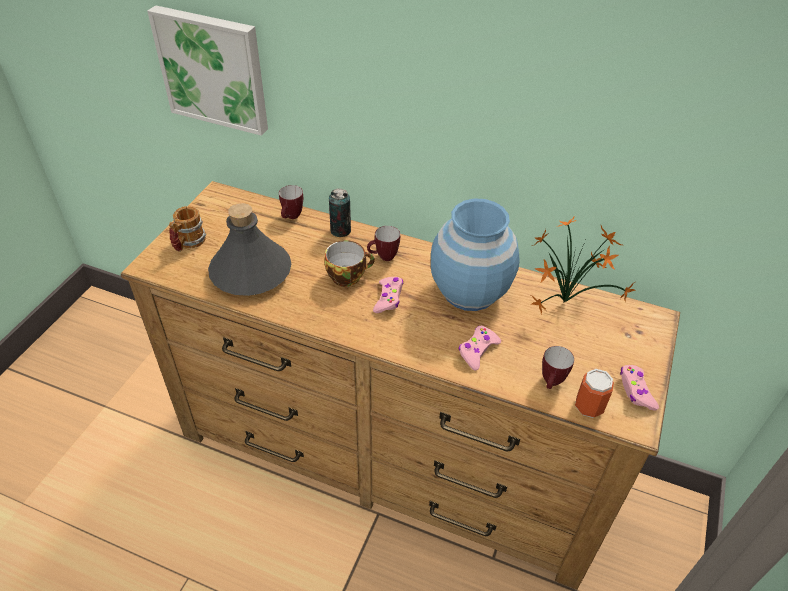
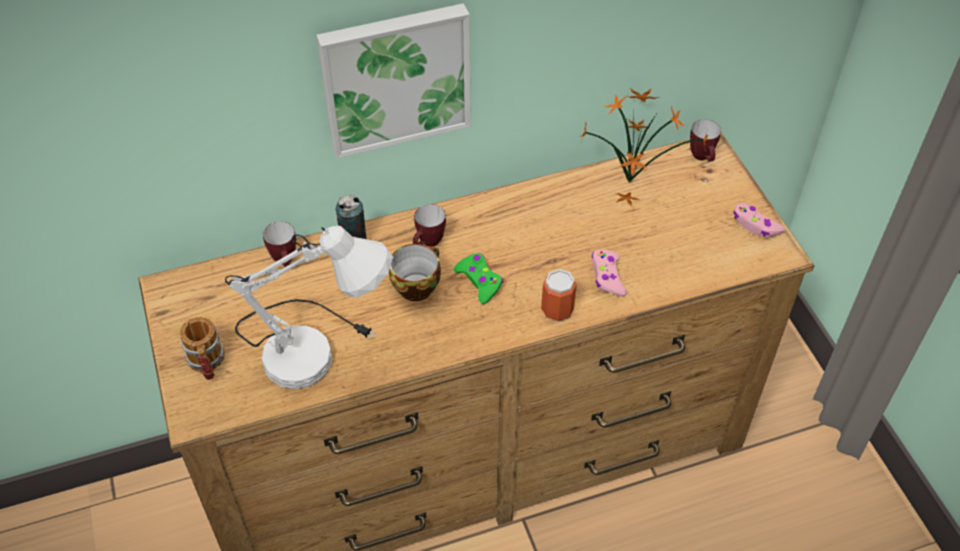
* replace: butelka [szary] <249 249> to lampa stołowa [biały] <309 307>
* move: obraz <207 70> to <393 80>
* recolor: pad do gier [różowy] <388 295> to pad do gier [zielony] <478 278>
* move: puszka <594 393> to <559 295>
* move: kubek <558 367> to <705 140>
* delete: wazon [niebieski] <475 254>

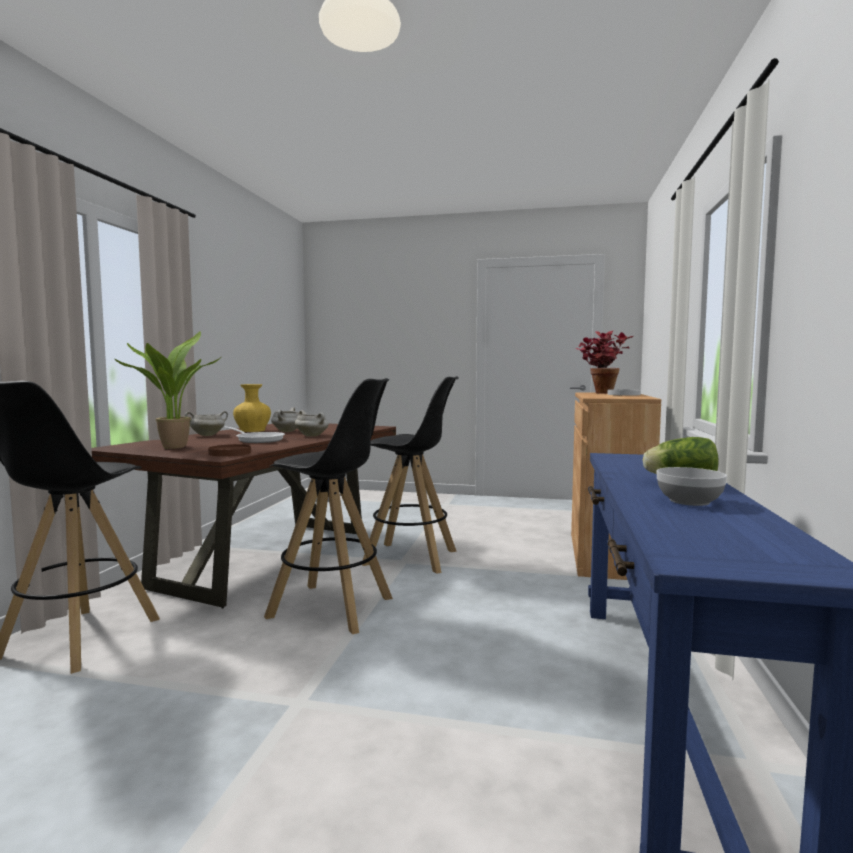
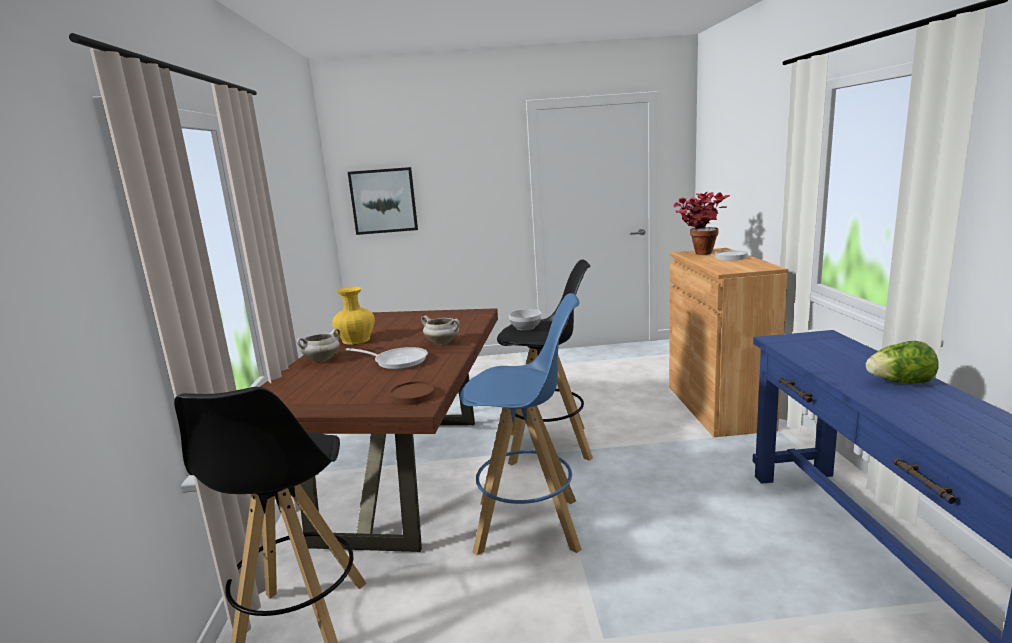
* insert: obraz <383 201>
* recolor: stołek [czarny] <328 506> to stołek [niebieski] <521 424>
* move: miska <692 486> to <525 319>
* delete: roślina doniczkowa <168 390>
* delete: garnek [biały] <285 419>

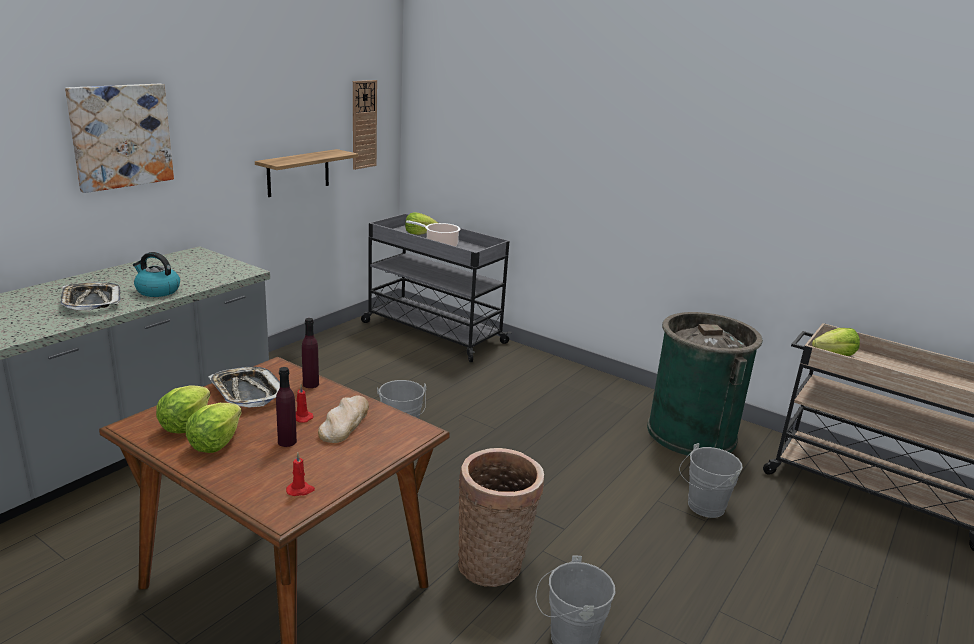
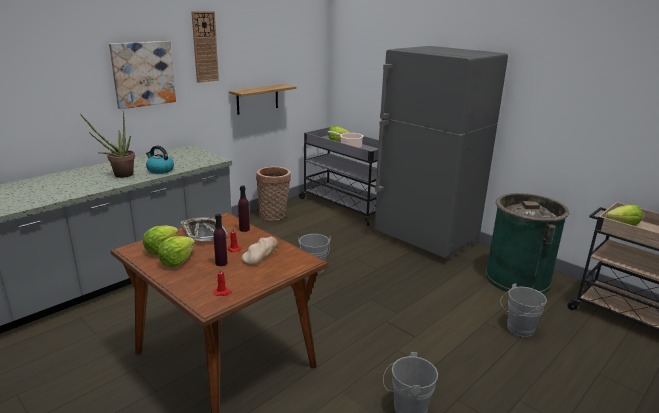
* replace: taca <90 296> to roślina doniczkowa <108 144>
* move: zegar ścienny <365 125> to <205 47>
* move: koszyk <501 517> to <273 193>
* insert: lodówka [szary] <441 152>

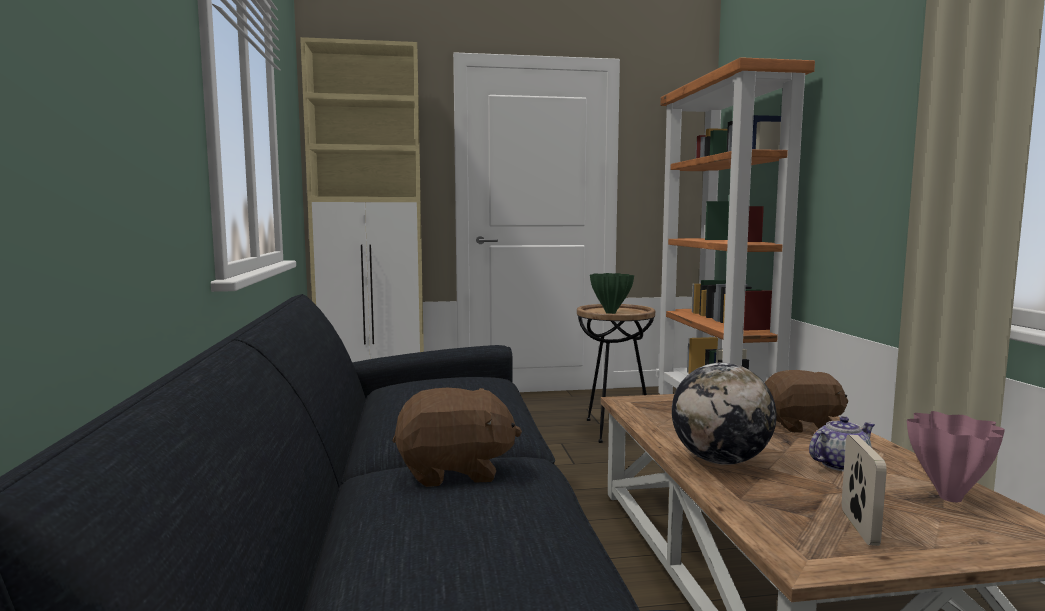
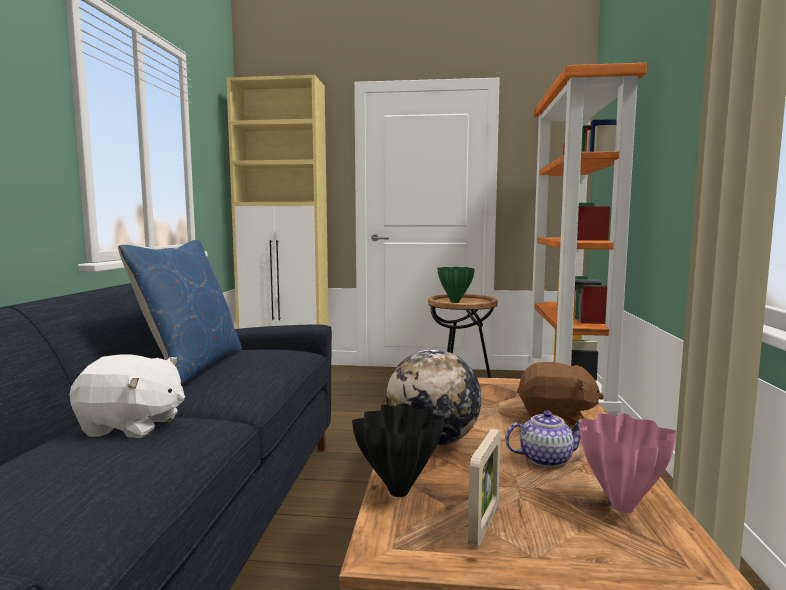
* recolor: pluszak [brązowy] <457 437> to pluszak [biały] <127 396>
* insert: poduszka [niebieski] <180 311>
* insert: wazon [czarny] <398 450>

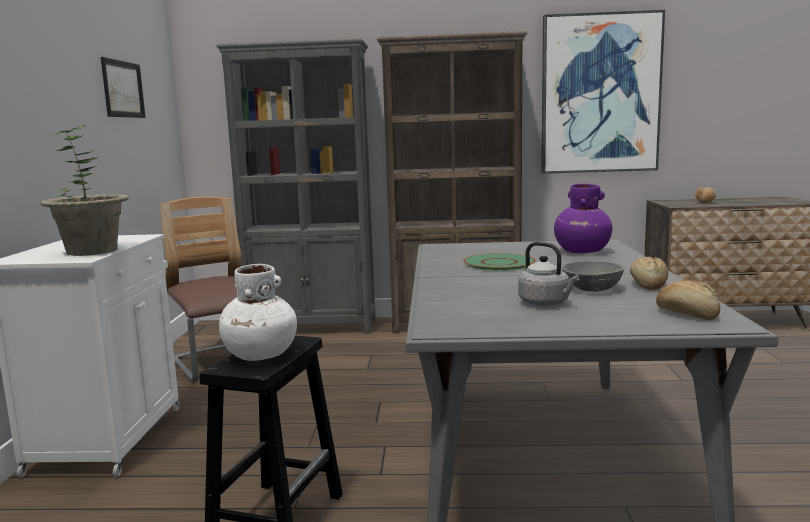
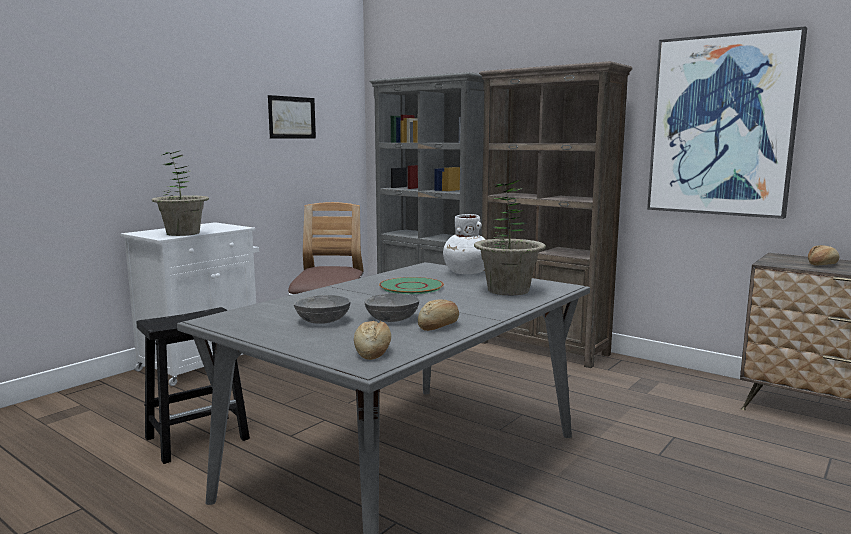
* replace: czajnik [szary] <548 274> to miska [szary] <322 309>
* move: wazon [biały] <258 312> to <464 244>
* replace: wazon [fioletowy] <583 218> to roślina doniczkowa <510 238>

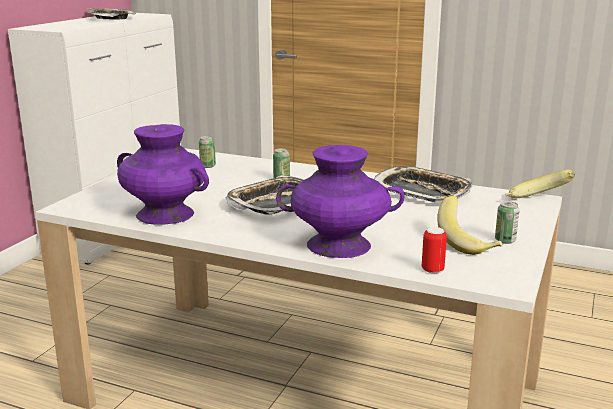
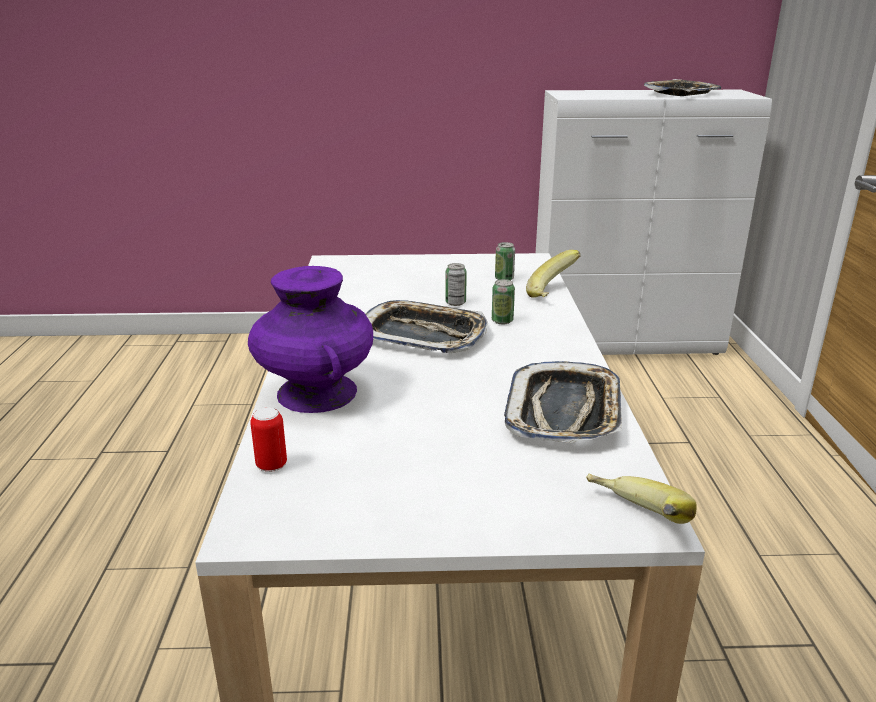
* move: puszka <507 222> to <456 284>
* move: banan <469 225> to <553 274>
* delete: wazon [fioletowy] <163 174>

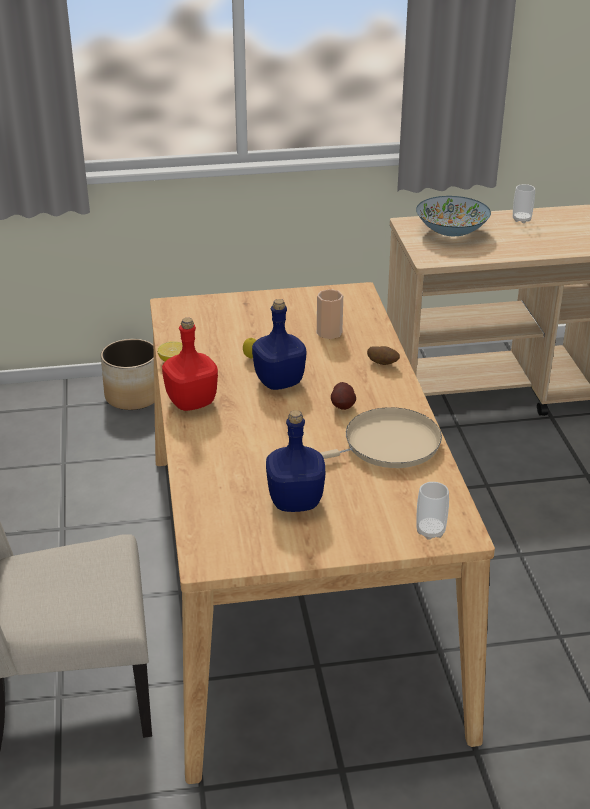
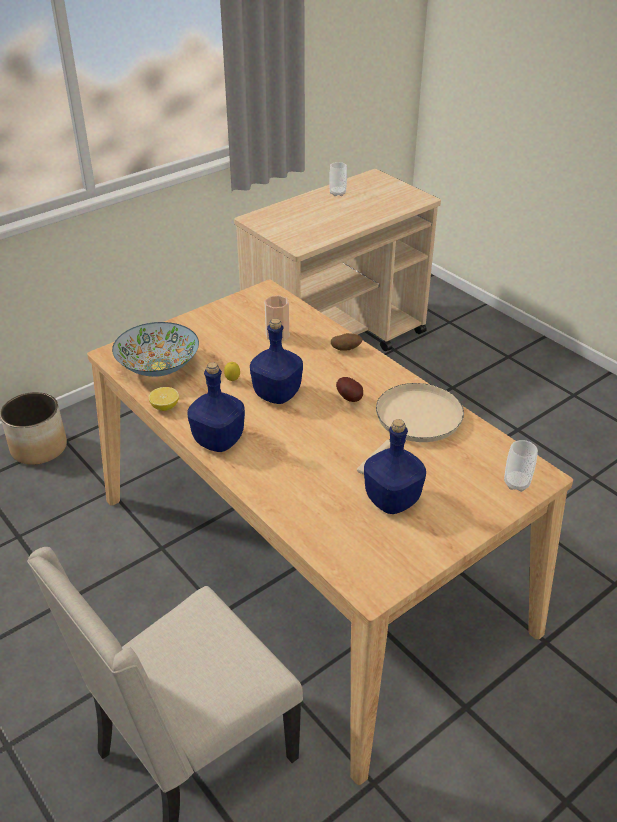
* move: miska <453 216> to <155 349>
* recolor: butelka [czerwony] <190 364> to butelka [niebieski] <216 407>

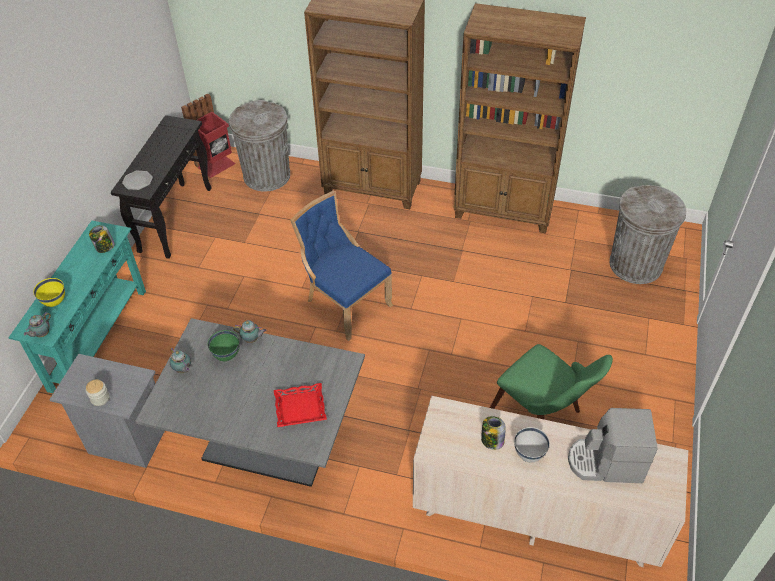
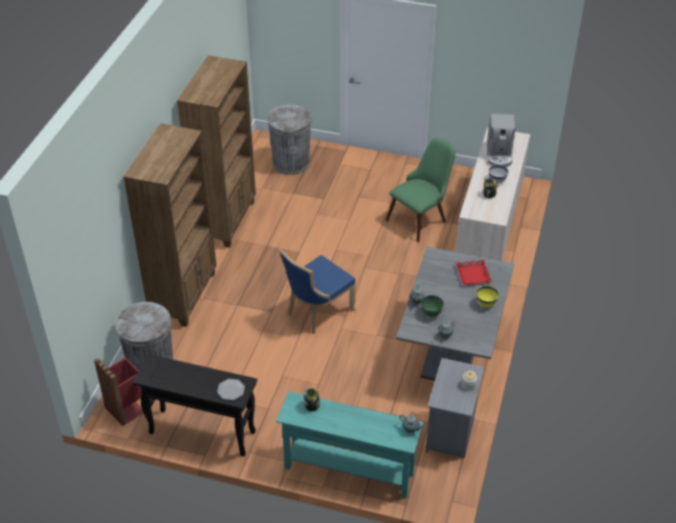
* move: miska [żółty] <49 292> to <487 296>

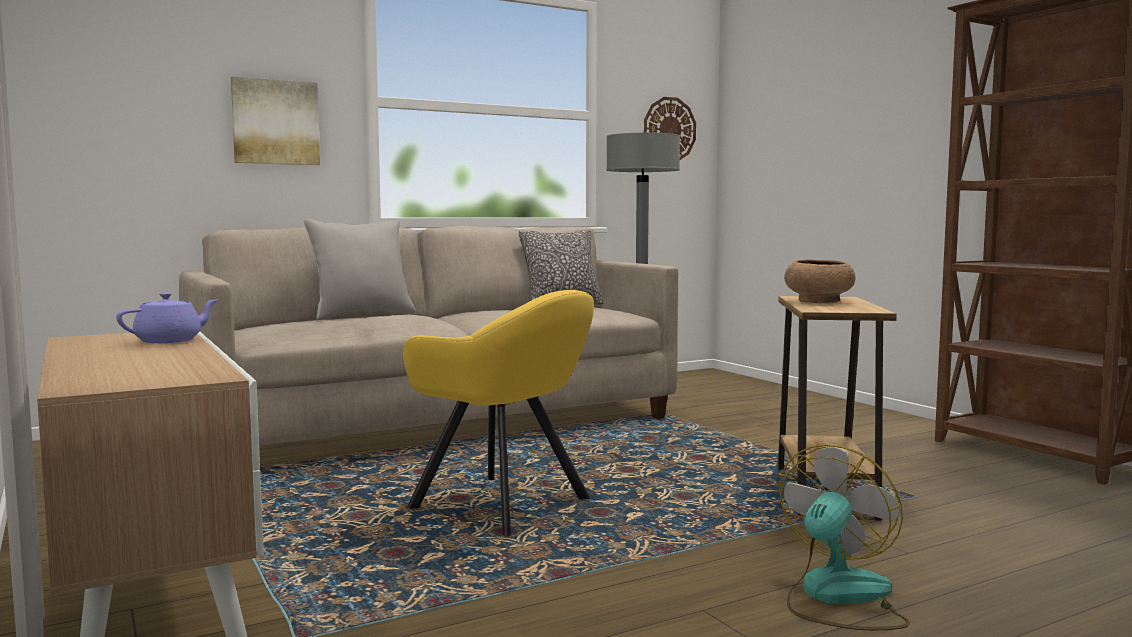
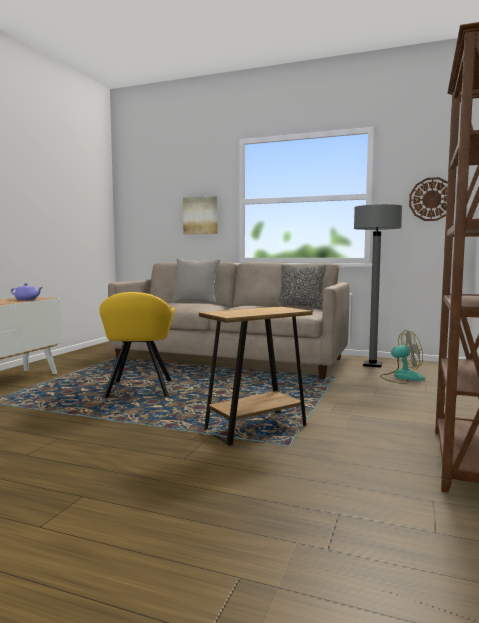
* move: wentylator <844 537> to <402 357>
* delete: miska [brązowy] <820 281>

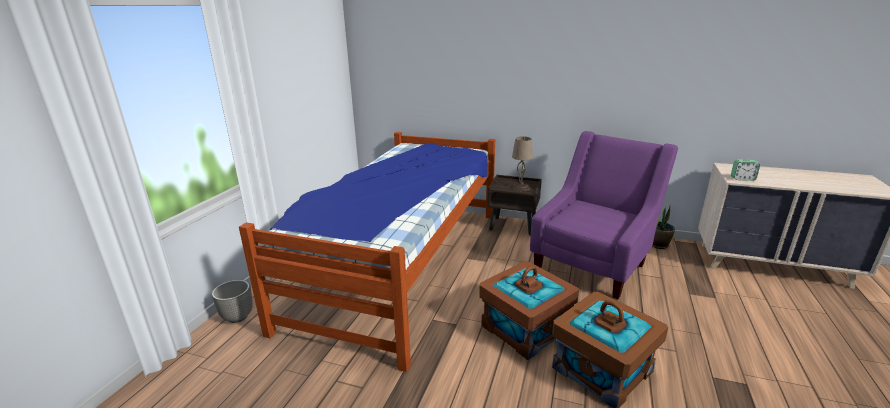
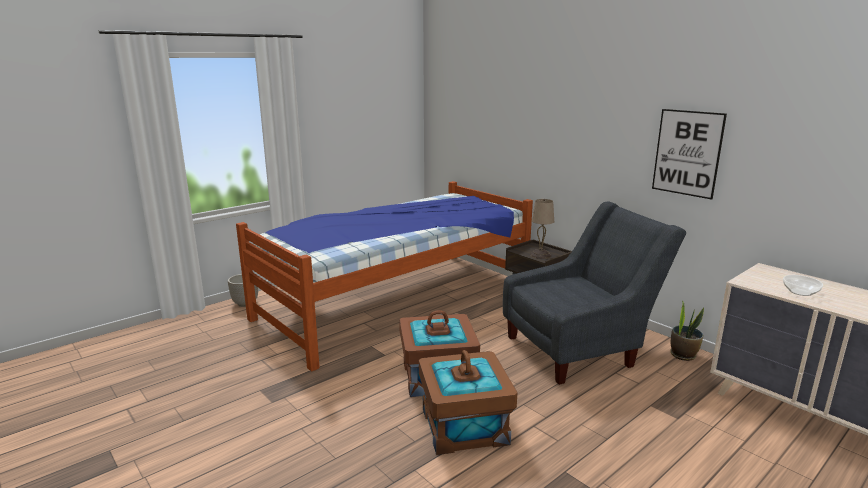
* recolor: fotel [fioletowy] <604 215> to fotel [szary] <594 293>
* insert: obraz <689 154>
* insert: miska <803 285>
* delete: budzik <745 170>

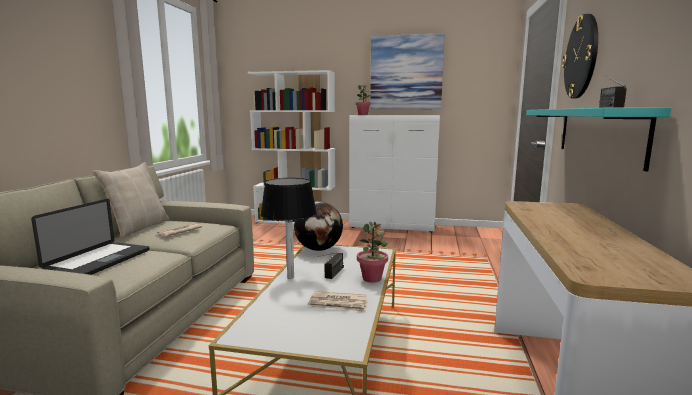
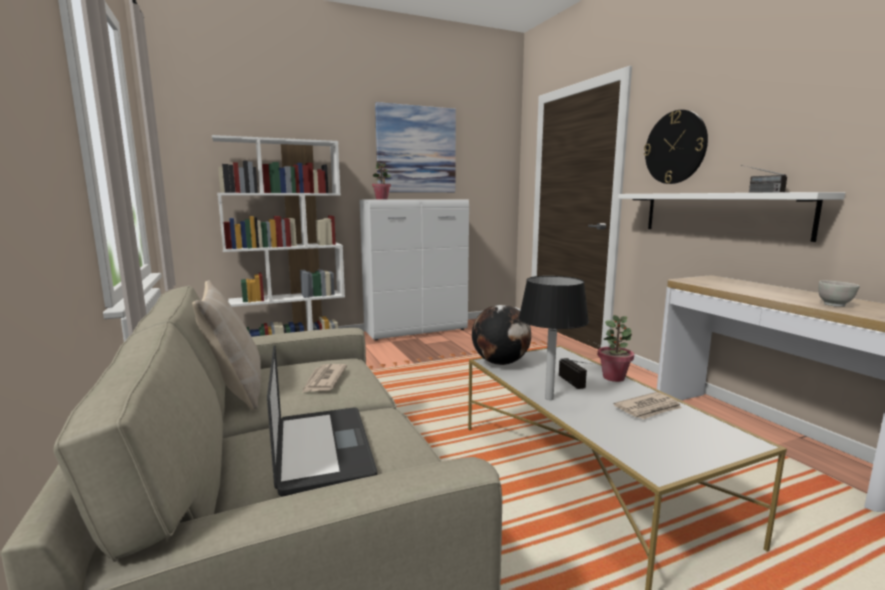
* recolor: półka [turkusowy] <598 139> to półka [biały] <731 217>
* insert: miska [biały] <839 294>

